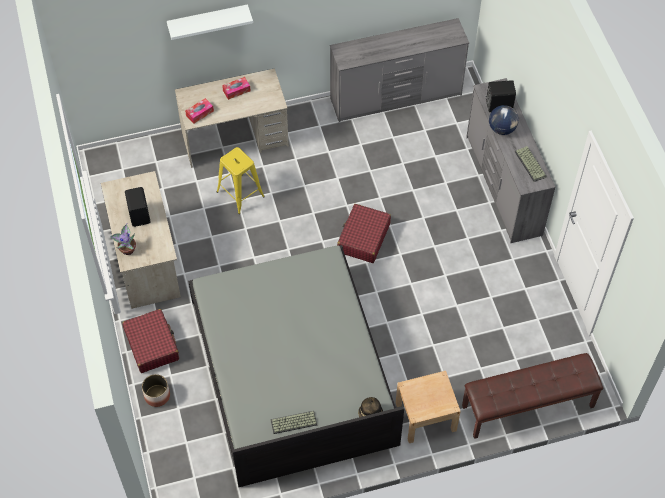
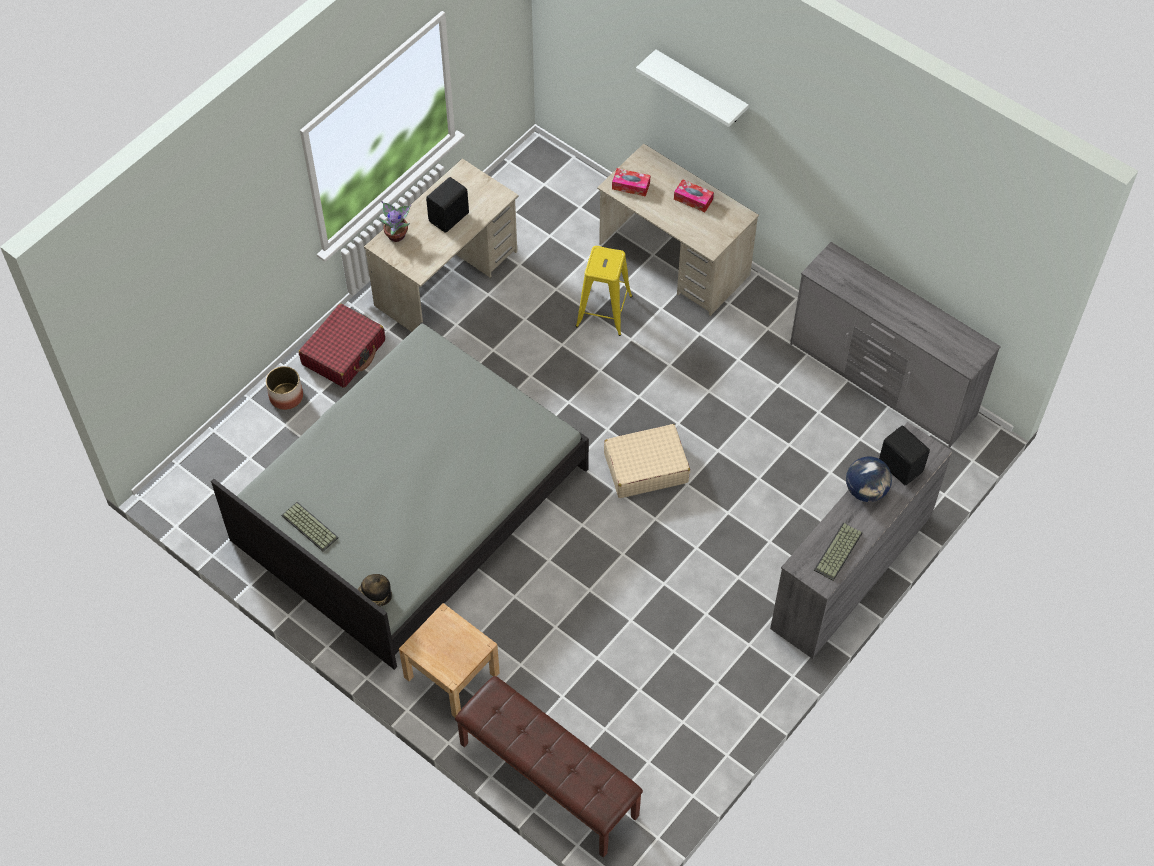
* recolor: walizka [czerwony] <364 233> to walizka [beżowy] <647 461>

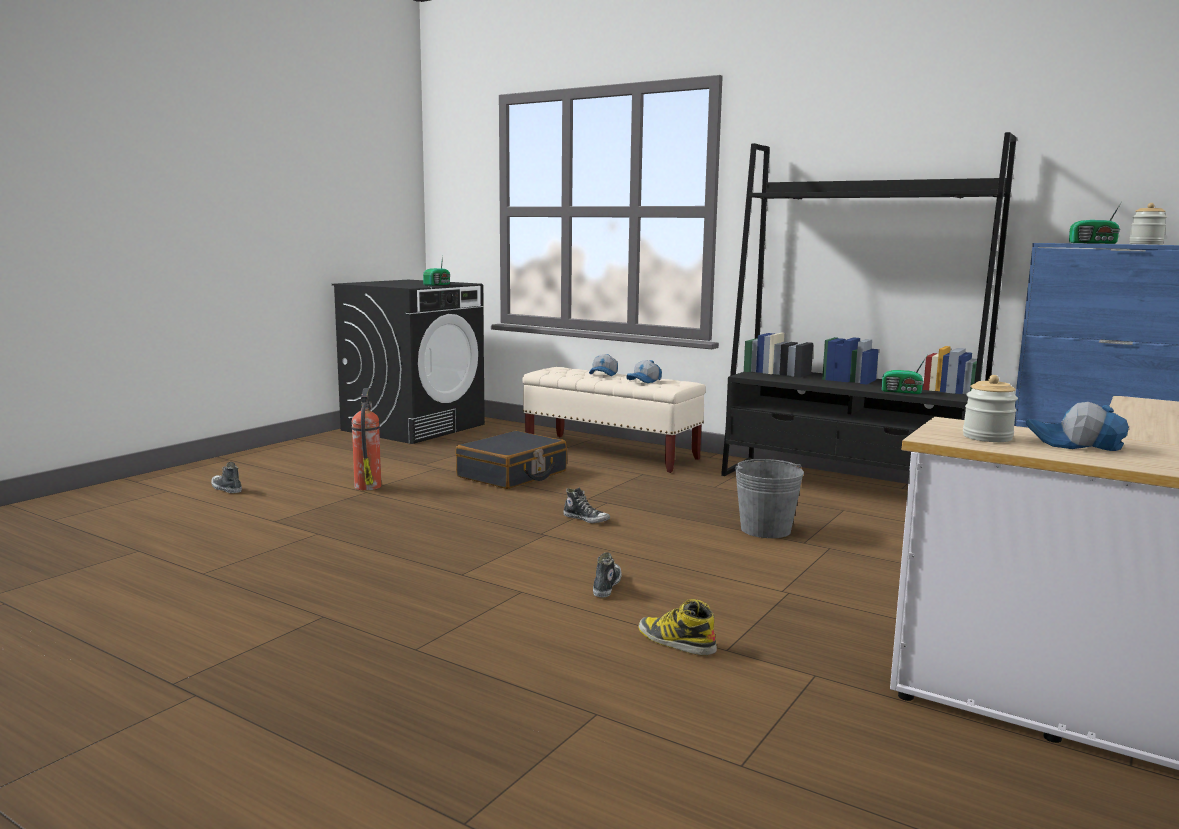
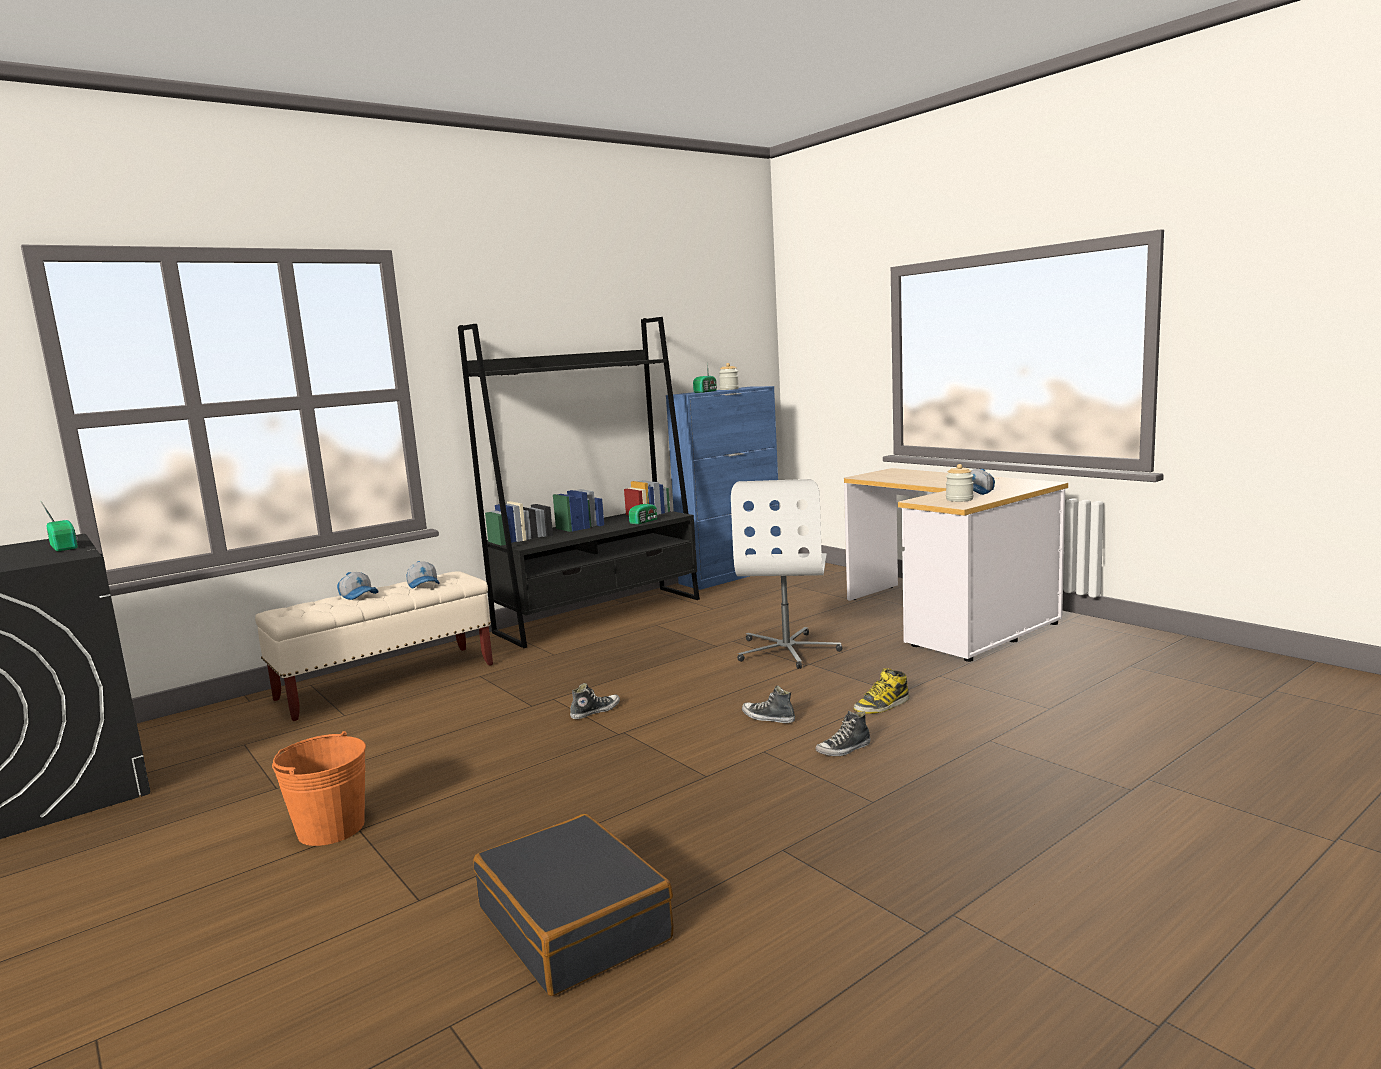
* replace: gaśnica <366 439> to wiadro [pomarańczowy] <319 788>
* move: walizka [czarny] <511 460> to <573 905>
* insert: krzesło biurowe [biały] <786 574>
* move: but <226 477> to <843 733>
* delete: wiadro [szary] <769 498>

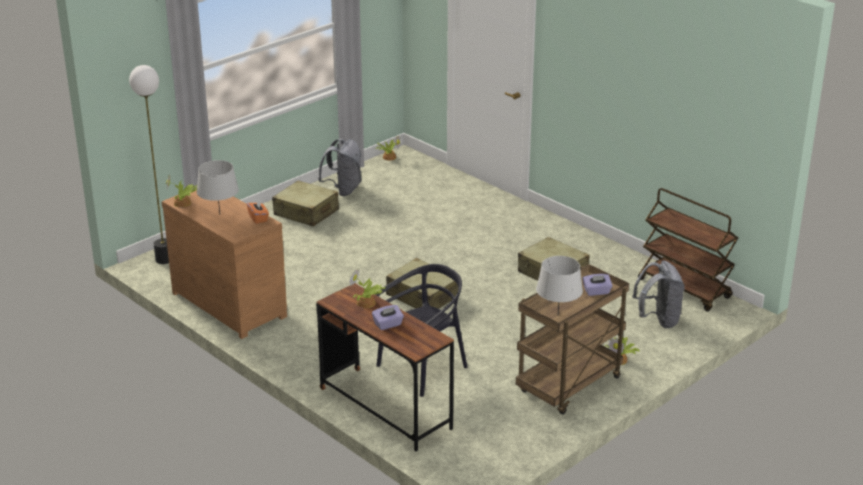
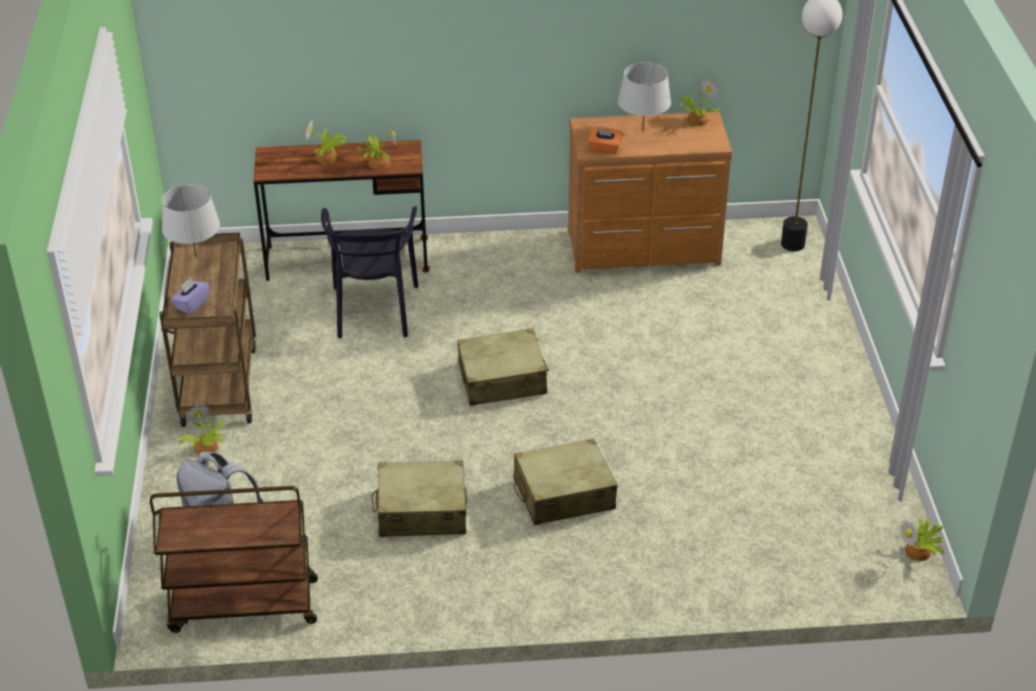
* replace: pudełko chusteczek [fioletowy] <388 317> to roślina doniczkowa <326 141>
* move: walizka [beżowy] <305 203> to <565 482>
* delete: plecak [szary] <340 167>

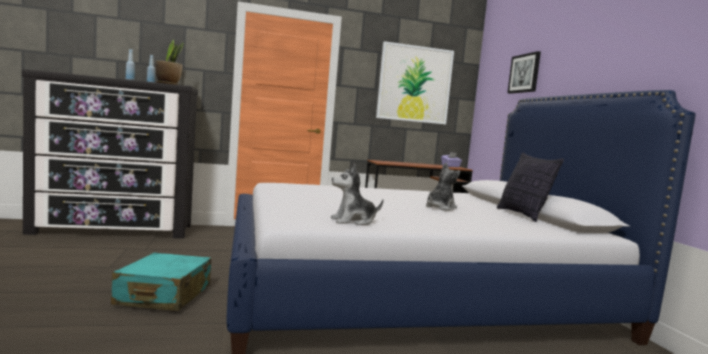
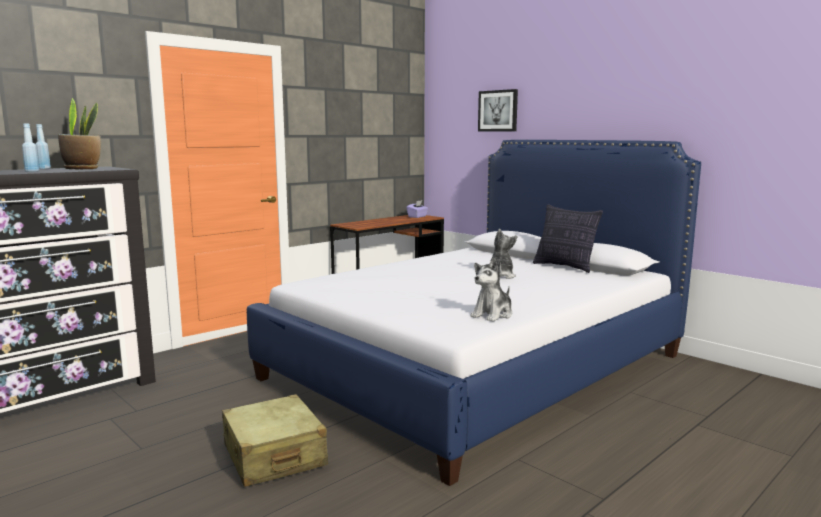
* recolor: walizka [turkusowy] <161 281> to walizka [beżowy] <275 440>
* delete: obraz <415 82>

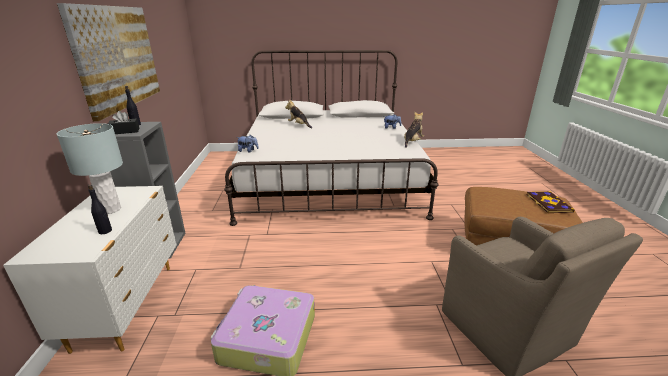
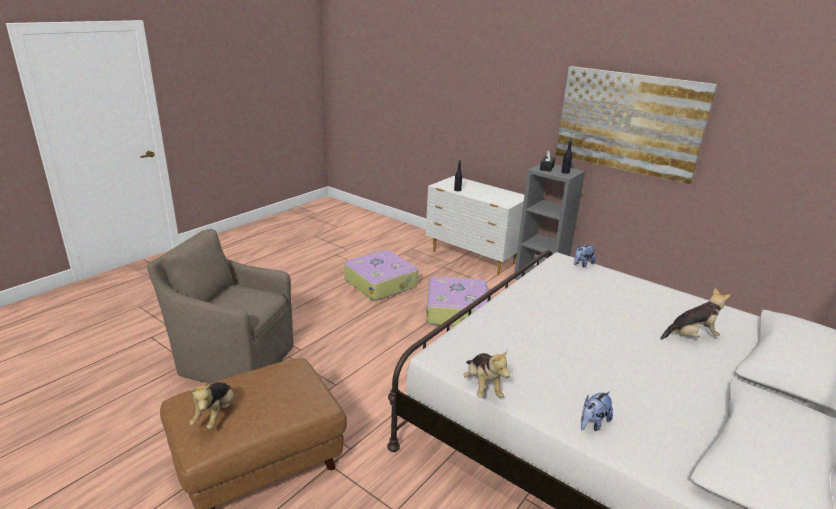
* replace: książka <550 202> to pluszak <212 405>
* insert: walizka <458 301>
* delete: lampa stołowa [szary] <90 168>

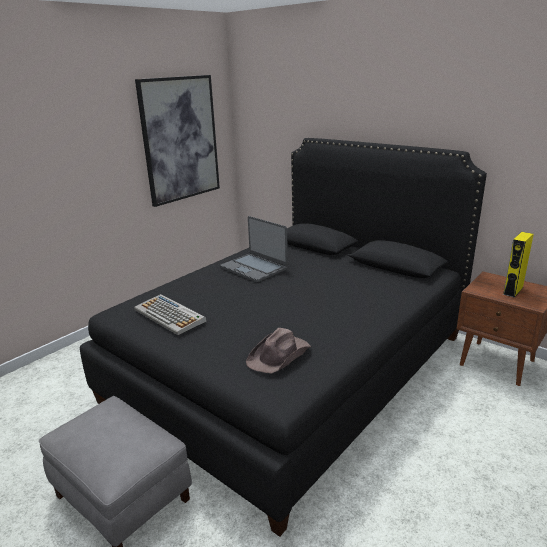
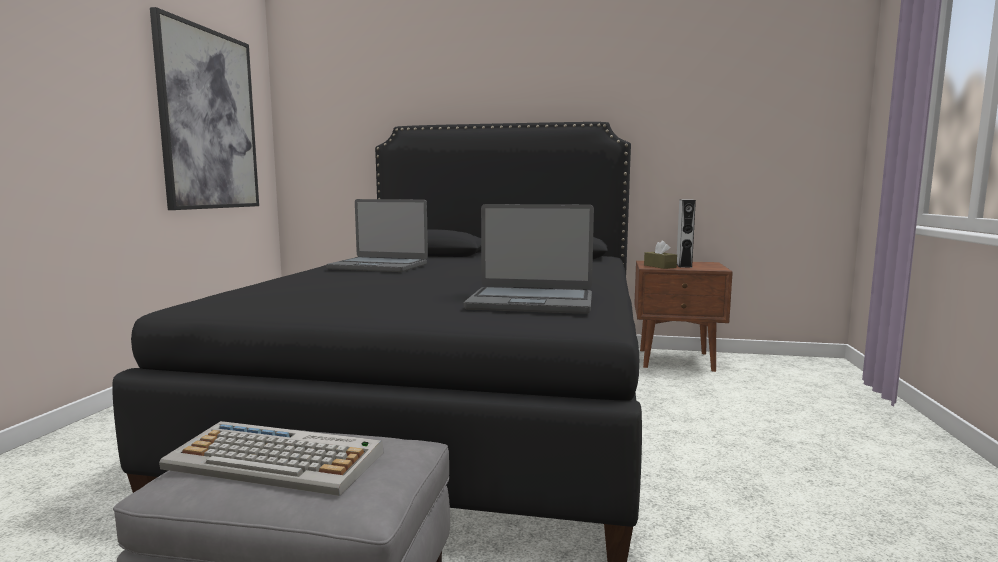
* move: klawiatura <170 314> to <271 458>
* replace: kapelusz [brązowy] <278 351> to laptop <529 259>
* insert: pudełko chusteczek [brązowy] <660 255>
* recolor: głośnik [żółty] <518 265> to głośnik [szary] <686 233>

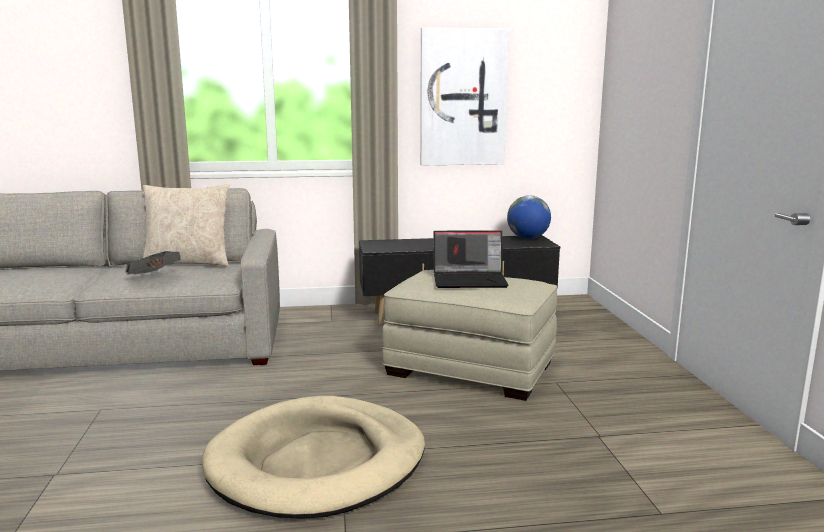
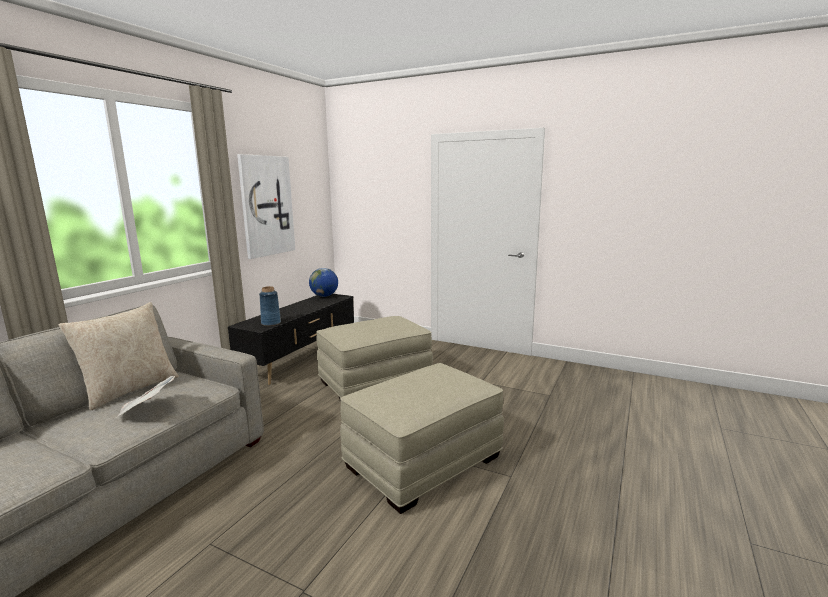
* insert: wazon [niebieski] <270 306>
* replace: legowisko [beżowy] <313 457> to pufa [beżowy] <422 438>
* delete: laptop <471 259>

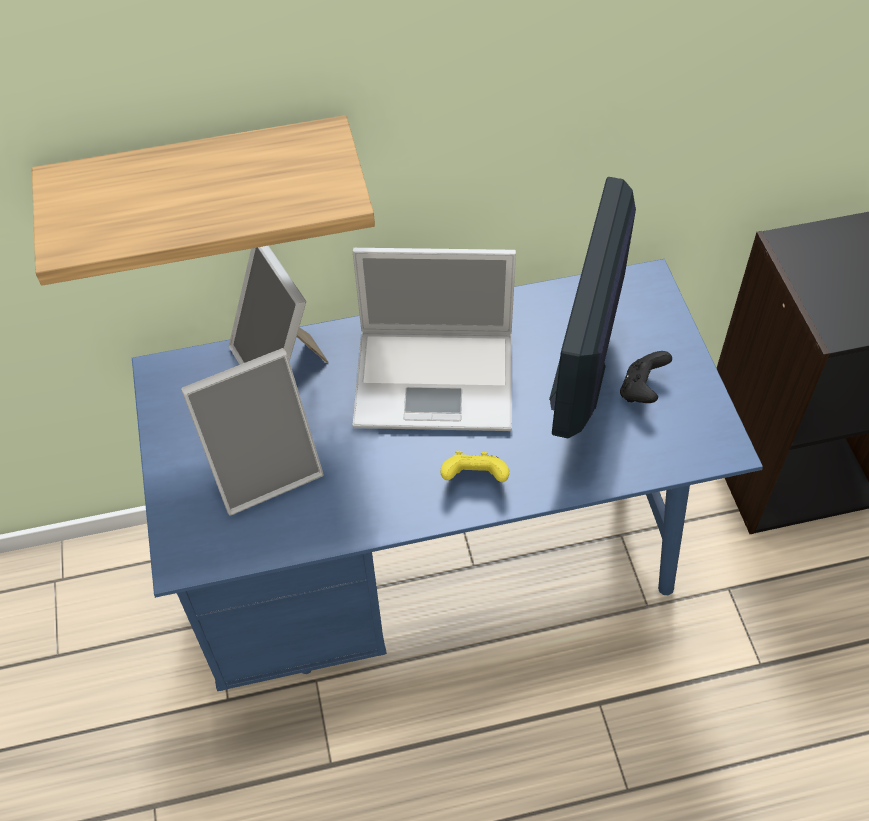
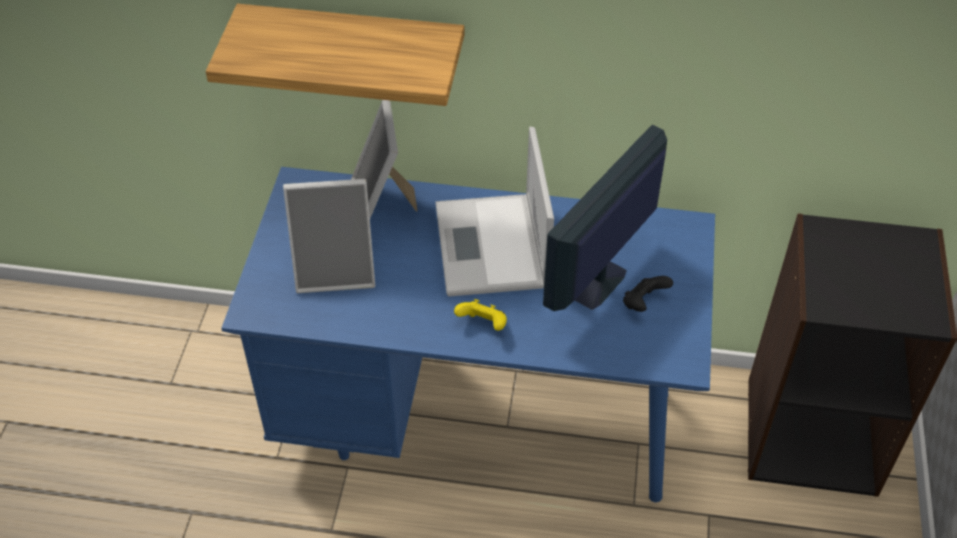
* rotate: laptop <434 339> = <494 212> 60 degrees clockwise

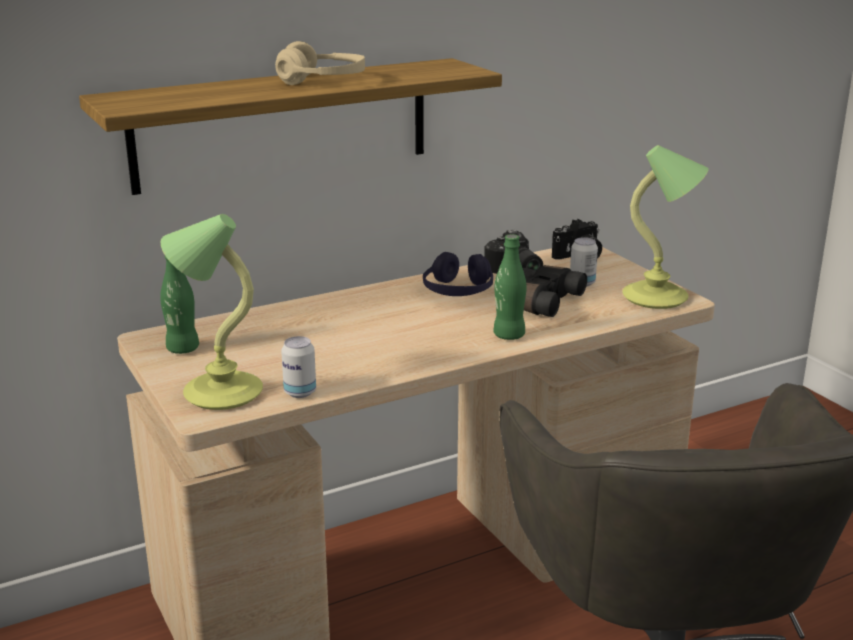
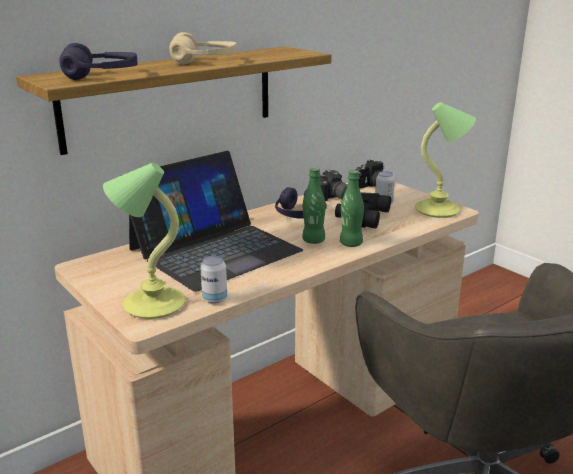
* insert: słuchawki [fioletowy] <98 61>
* insert: laptop <212 221>
* move: butelka [zielony] <179 305> to <314 205>

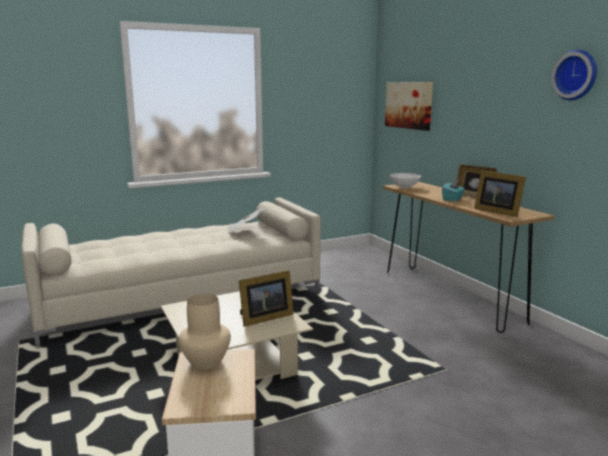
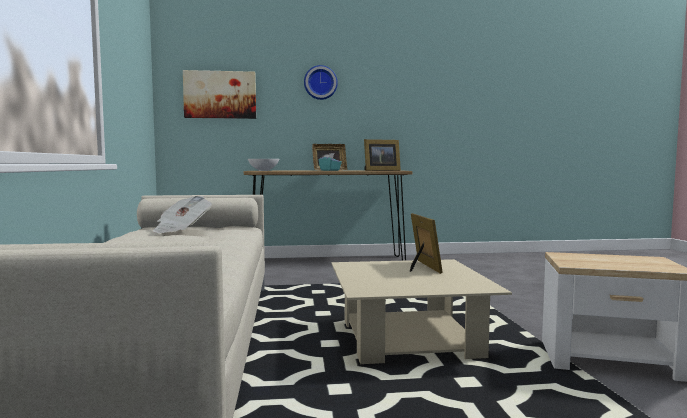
* move: zegar ścienny <574 75> to <321 82>
* delete: wazon [beżowy] <205 332>

